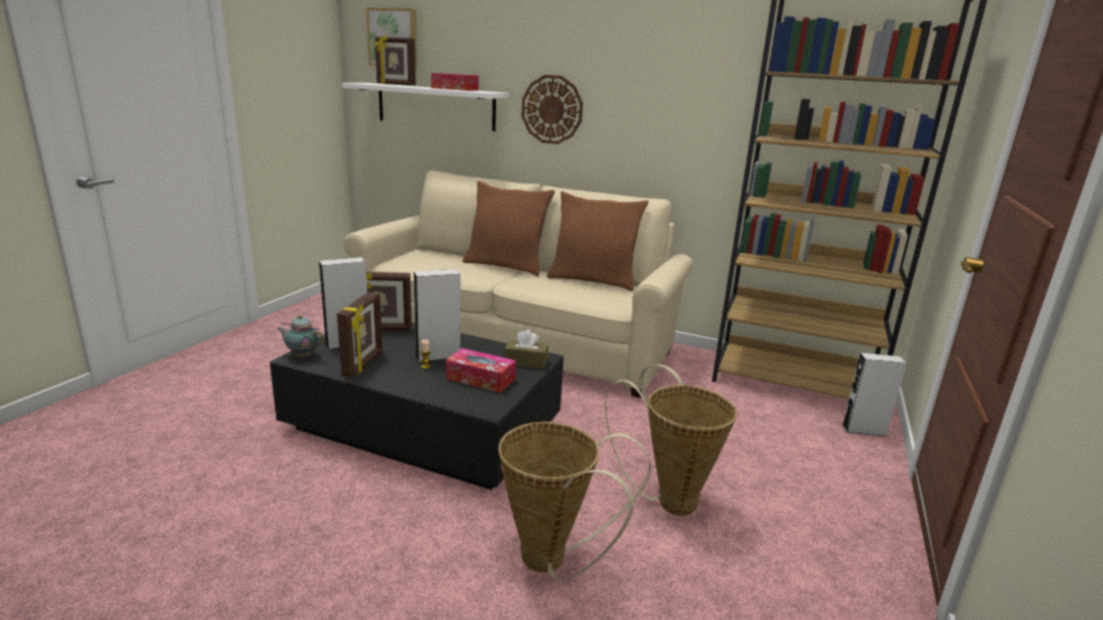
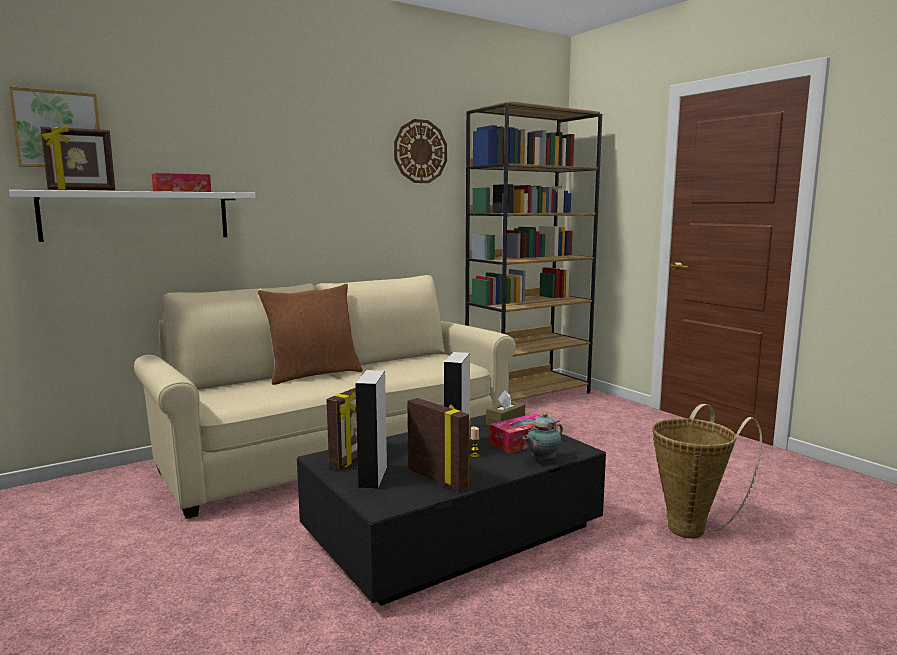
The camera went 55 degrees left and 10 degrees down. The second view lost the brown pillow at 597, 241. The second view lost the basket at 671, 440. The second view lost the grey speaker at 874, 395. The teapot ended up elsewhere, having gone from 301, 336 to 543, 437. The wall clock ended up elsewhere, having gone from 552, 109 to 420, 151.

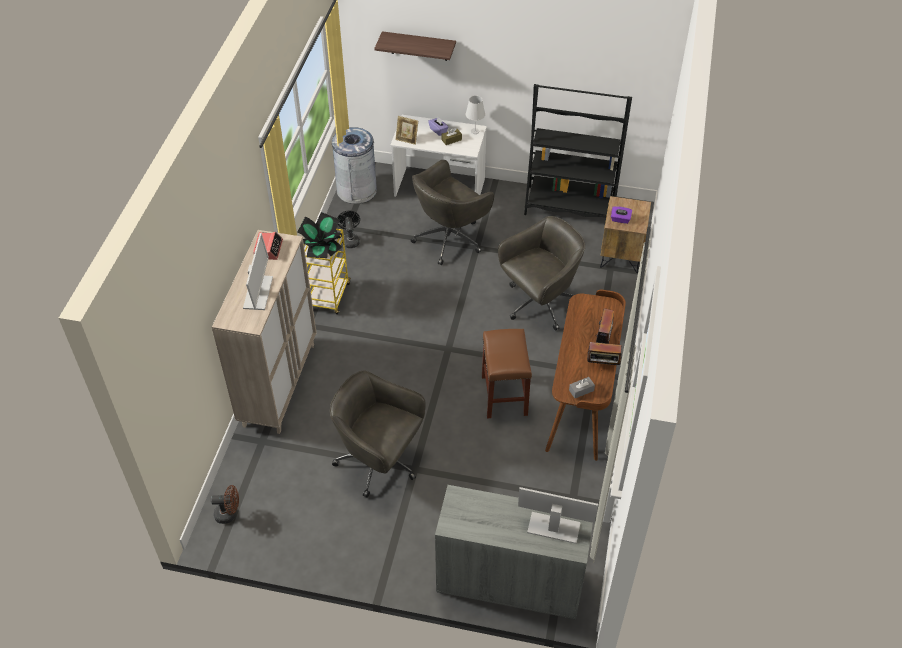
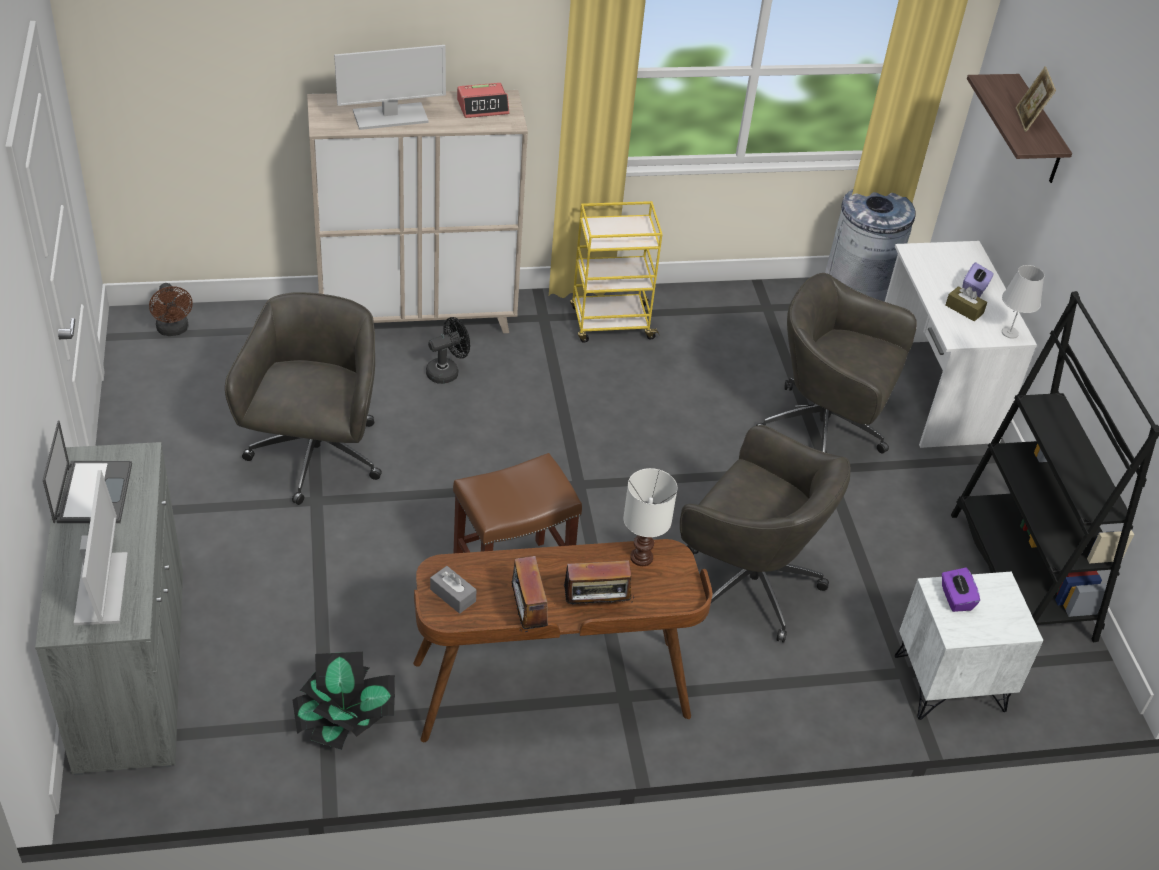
The camera went 65 degrees right and 5 degrees down. The second view gained the laptop at 87, 472. The second view gained the white table lamp at 650, 517. The potted plant ended up elsewhere, having gone from 319, 235 to 344, 701. The black fan ended up elsewhere, having gone from 348, 229 to 448, 350. The picture frame ended up elsewhere, having gone from 407, 130 to 1036, 99. What was the brown nightstand at 625, 234 turned into the white nightstand at 969, 646.

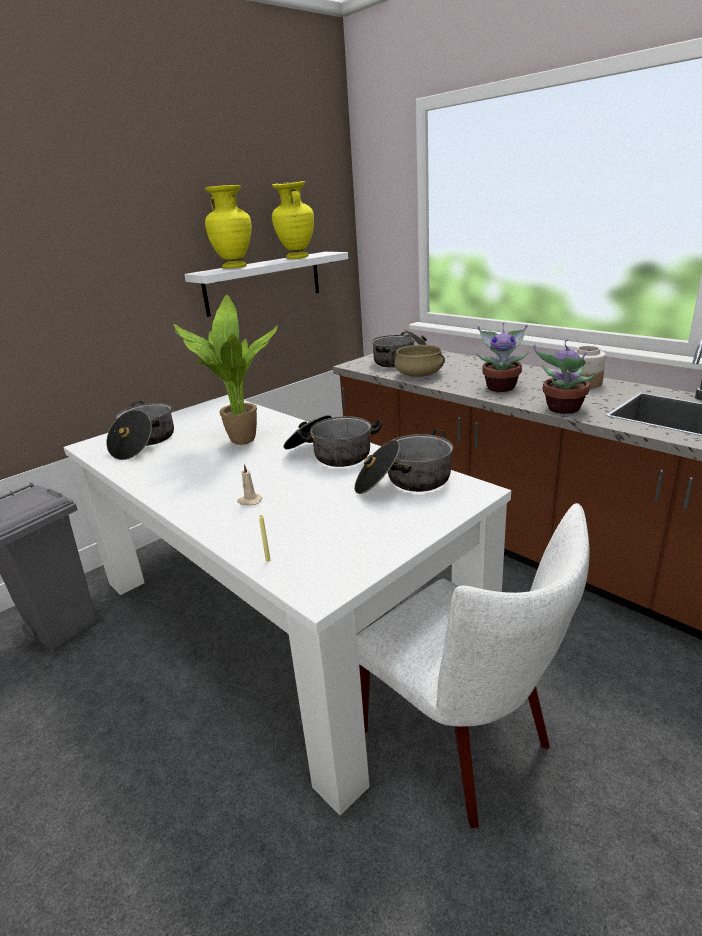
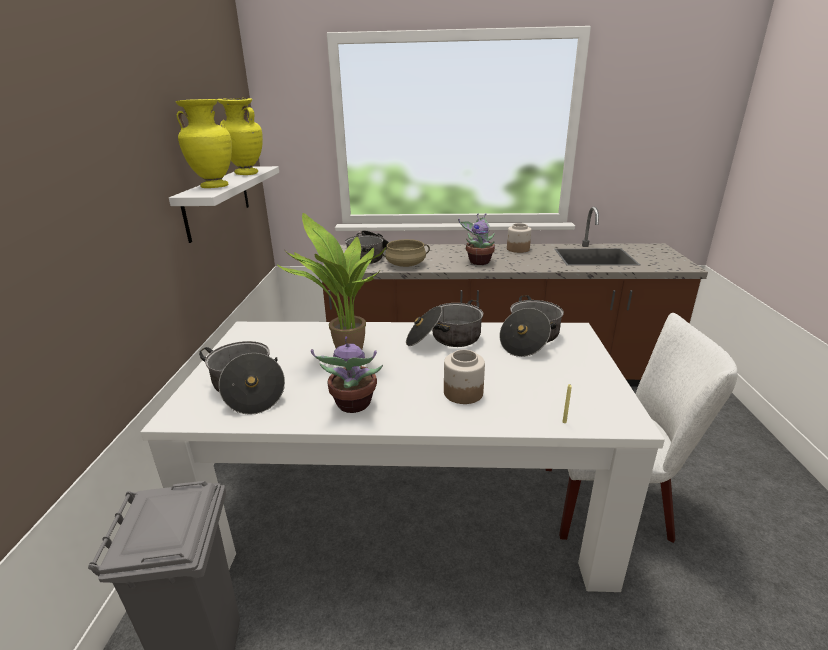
The camera went 45 degrees left and 0 degrees up. The potted plant ended up elsewhere, having gone from 564, 377 to 347, 374. Where the beige candle stood at 250, 485, the jar came to stand at 464, 376.

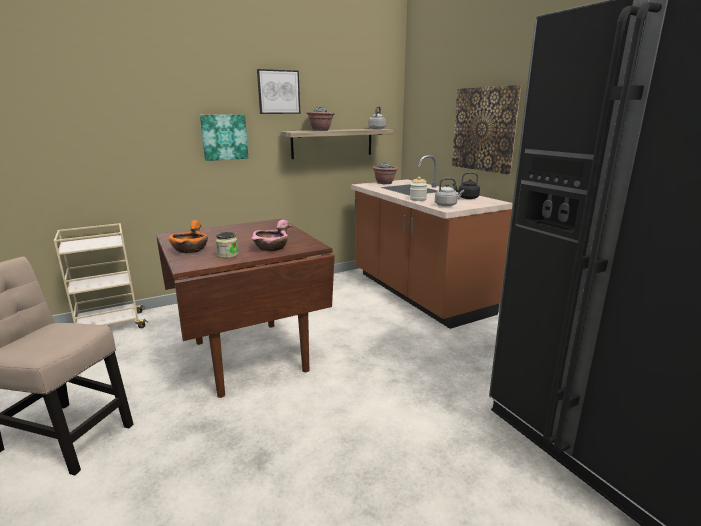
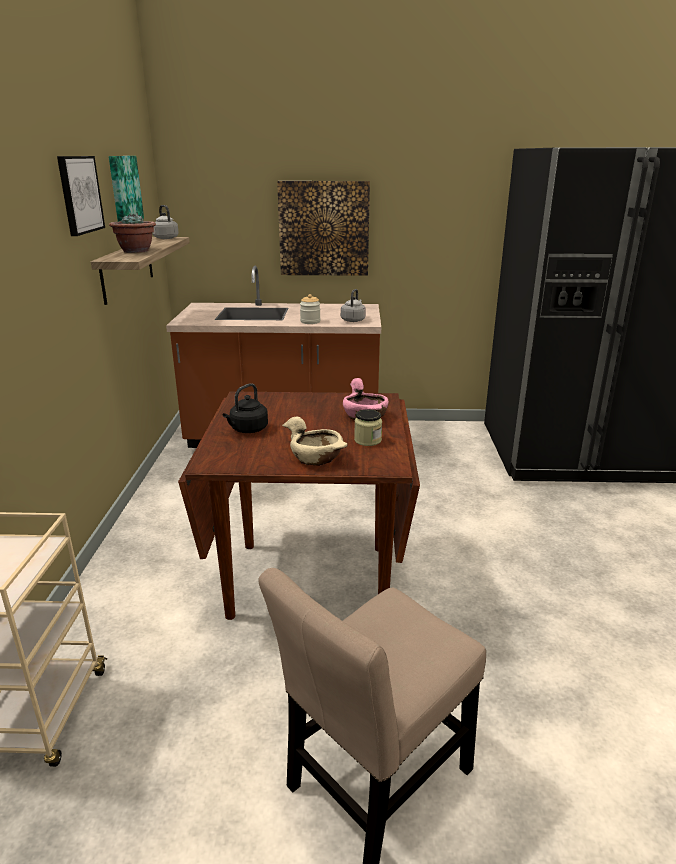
The camera went 60 degrees left and 5 degrees up. The second view lost the potted plant at 385, 173. The picture ended up elsewhere, having gone from 224, 138 to 126, 189. The black kettle ended up elsewhere, having gone from 466, 185 to 245, 408. What was the orange bowl at 188, 236 turned into the beige bowl at 315, 441.

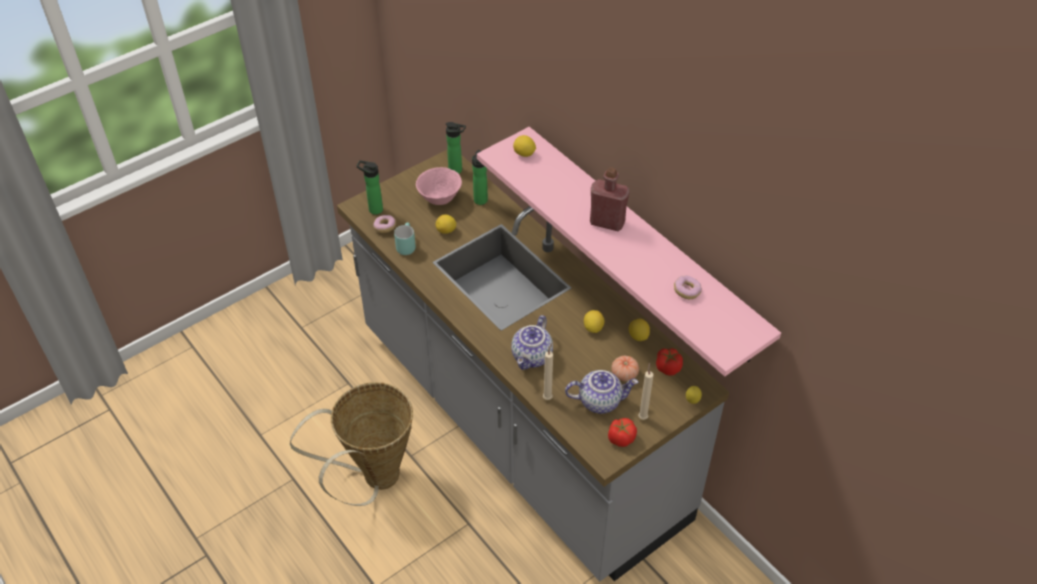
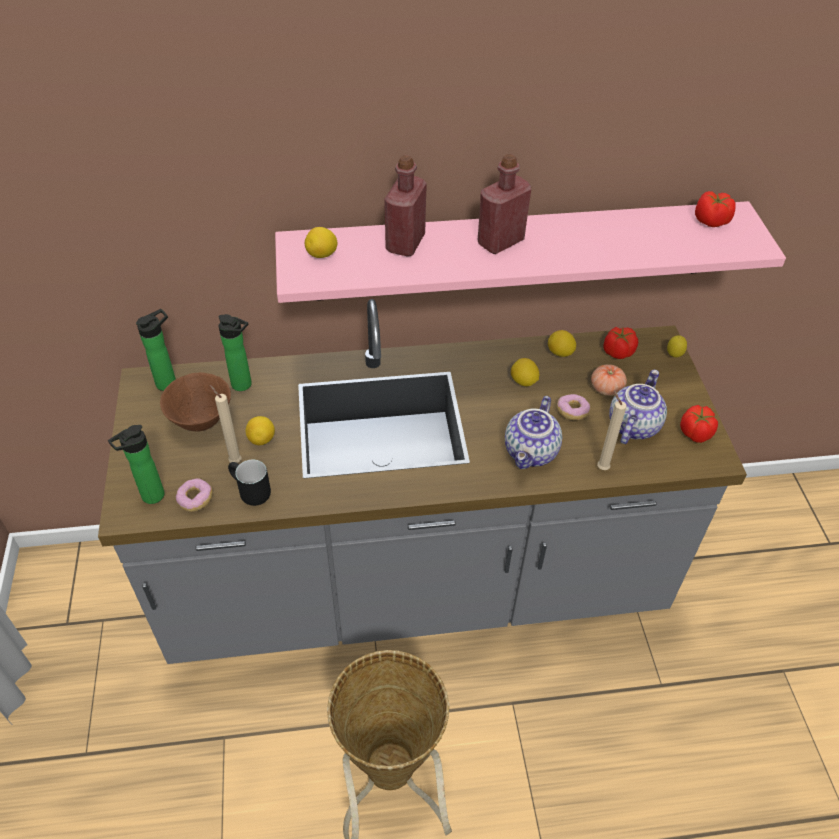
The camera went 60 degrees left and 0 degrees up. The second view gained the red bottle at 405, 206. The second view gained the tomato at 715, 209. The beige candle ended up elsewhere, having gone from 646, 391 to 226, 424. The donut ended up elsewhere, having gone from 688, 287 to 573, 407. What was the turquoise mug at 405, 238 turned into the black mug at 249, 483. What was the pink bowl at 439, 186 turned into the brown bowl at 195, 402. The teapot at 532, 342 ended up facing another way, 60 degrees clockwise from before.

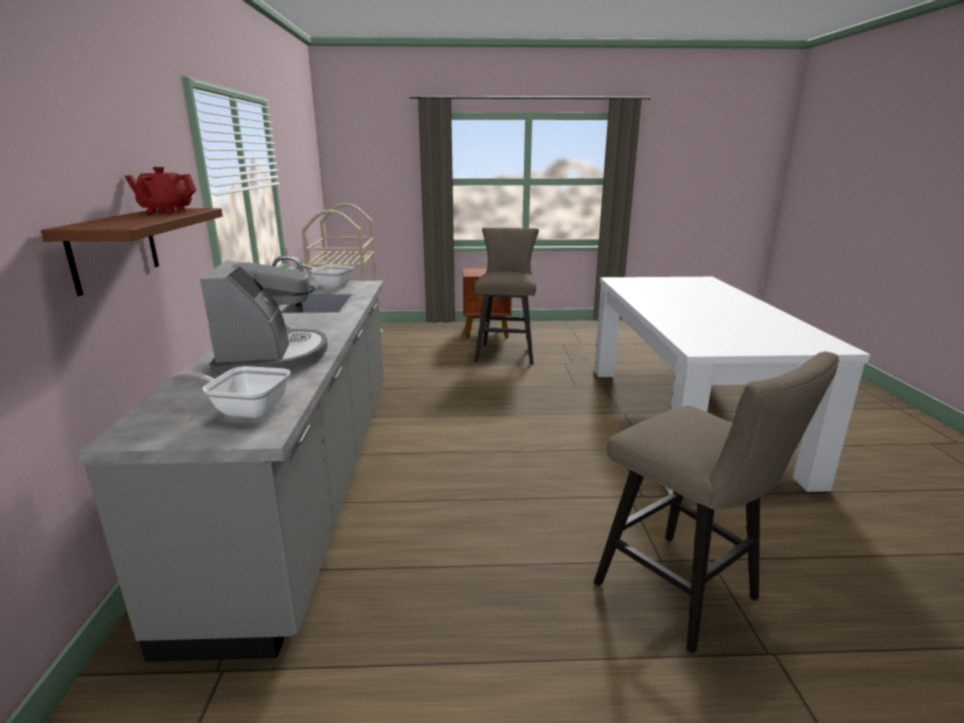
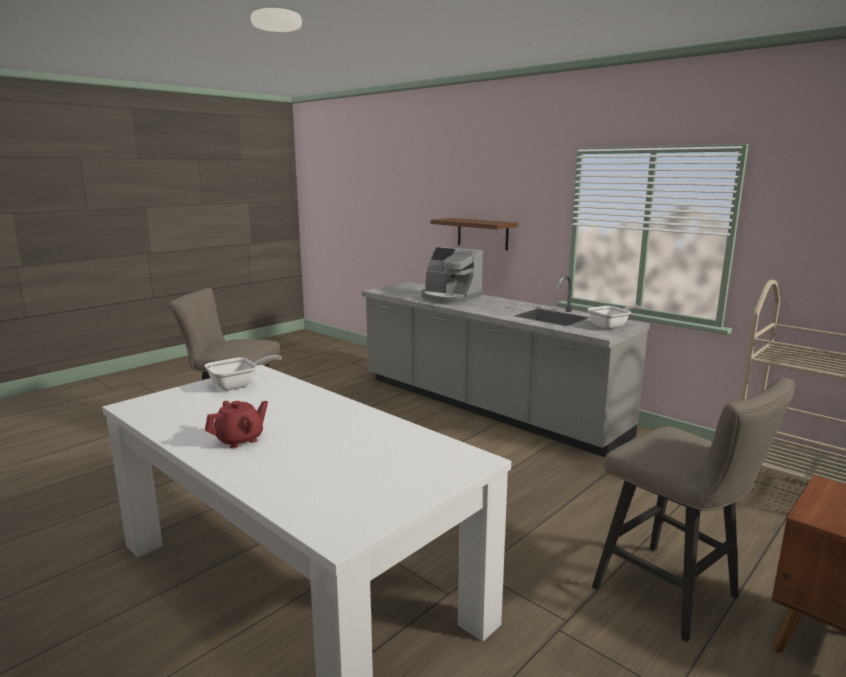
The camera went 135 degrees right and 5 degrees down. The red teapot ended up elsewhere, having gone from 161, 190 to 236, 425. The frying pan ended up elsewhere, having gone from 231, 392 to 243, 373.

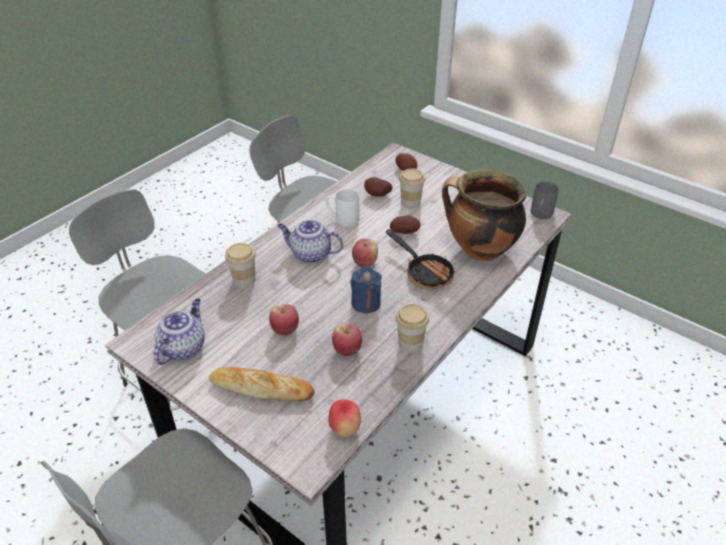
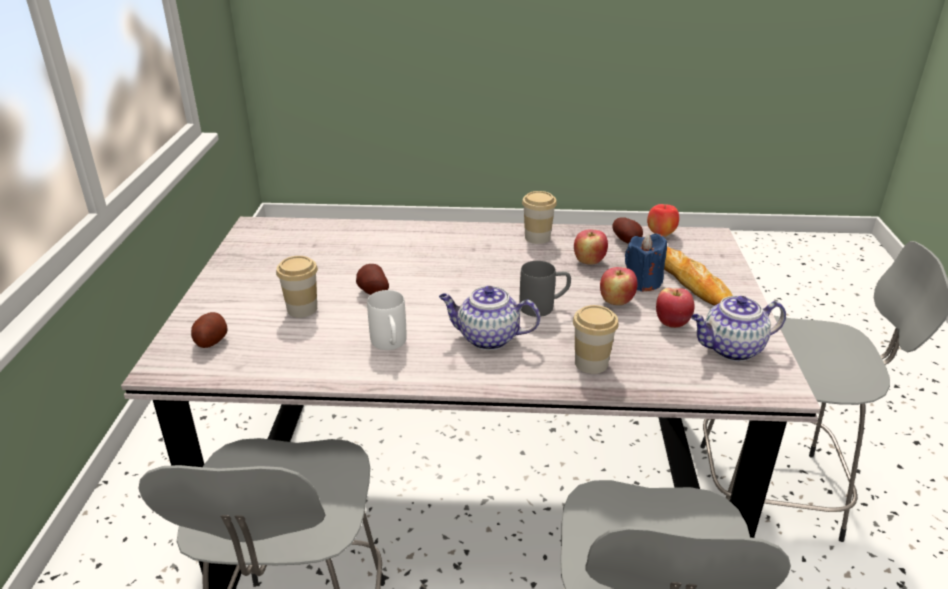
The camera went 125 degrees left and 10 degrees down. The second view lost the frying pan at 421, 259. The second view lost the cooking pot at 484, 215. The blue candle ended up elsewhere, having gone from 366, 289 to 646, 262. The apple ended up elsewhere, having gone from 365, 253 to 675, 308. The potato ended up elsewhere, having gone from 378, 187 to 627, 230. The grey mug ended up elsewhere, having gone from 545, 200 to 545, 289. The teapot at 310, 241 ended up facing another way, 120 degrees clockwise from before.

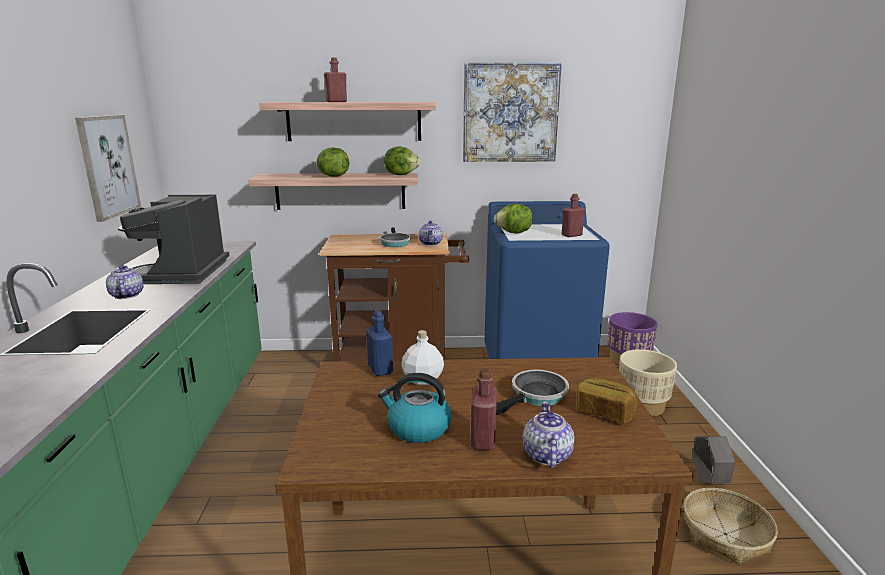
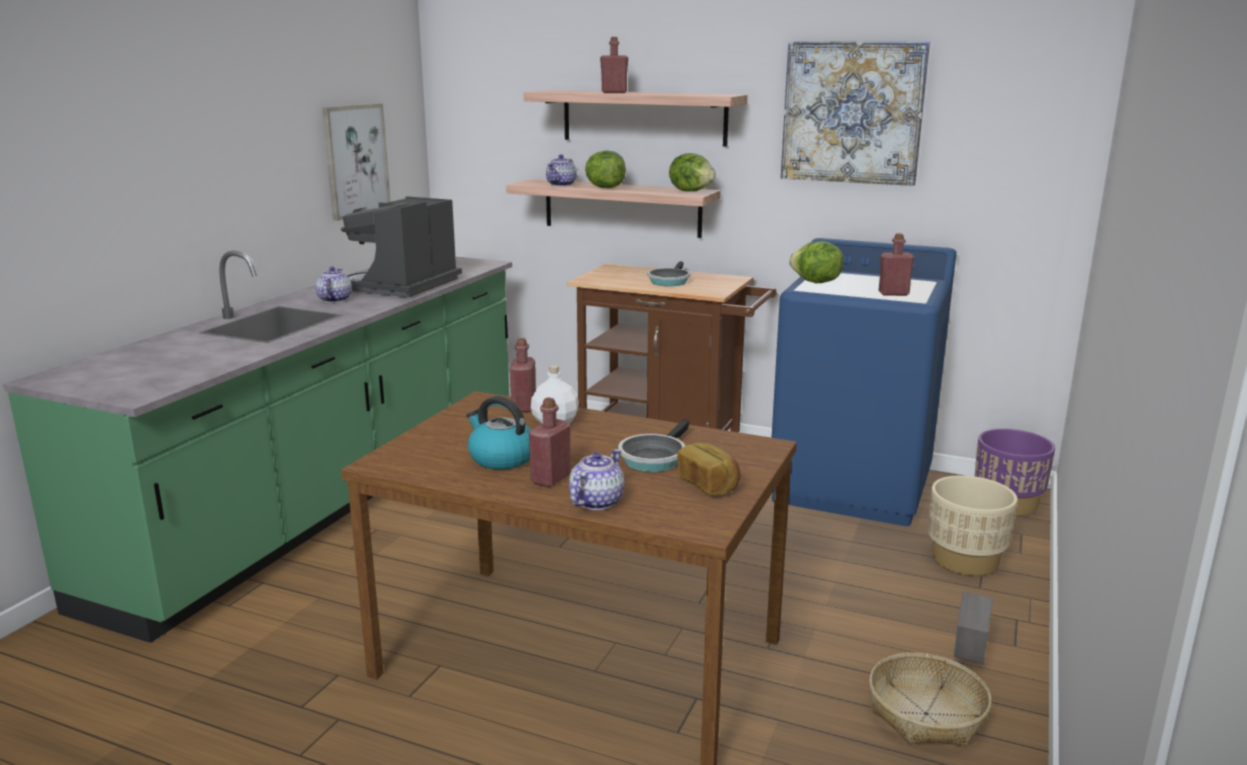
The camera went 25 degrees right and 0 degrees up. The teapot ended up elsewhere, having gone from 430, 233 to 561, 170. What was the blue bottle at 379, 343 turned into the red bottle at 522, 375. The frying pan at 532, 392 ended up facing another way, 135 degrees clockwise from before.

